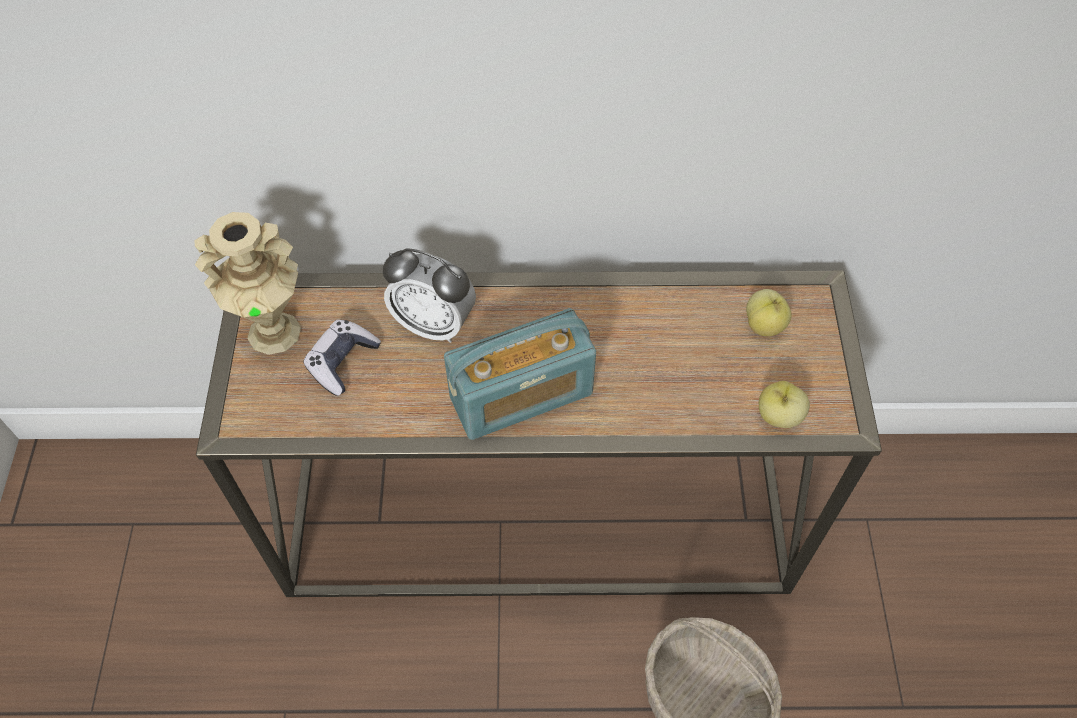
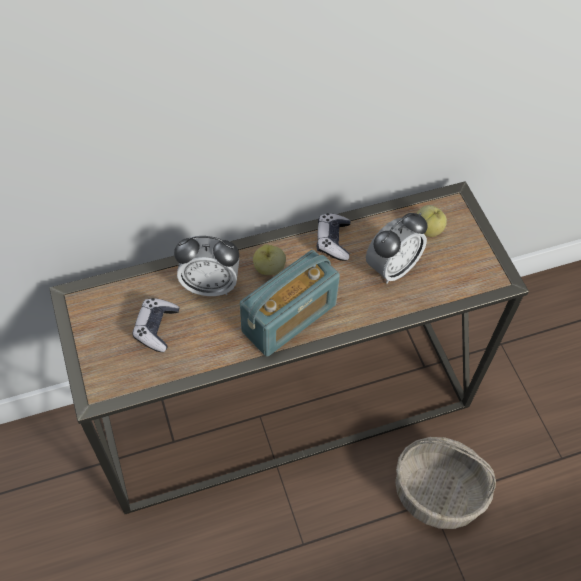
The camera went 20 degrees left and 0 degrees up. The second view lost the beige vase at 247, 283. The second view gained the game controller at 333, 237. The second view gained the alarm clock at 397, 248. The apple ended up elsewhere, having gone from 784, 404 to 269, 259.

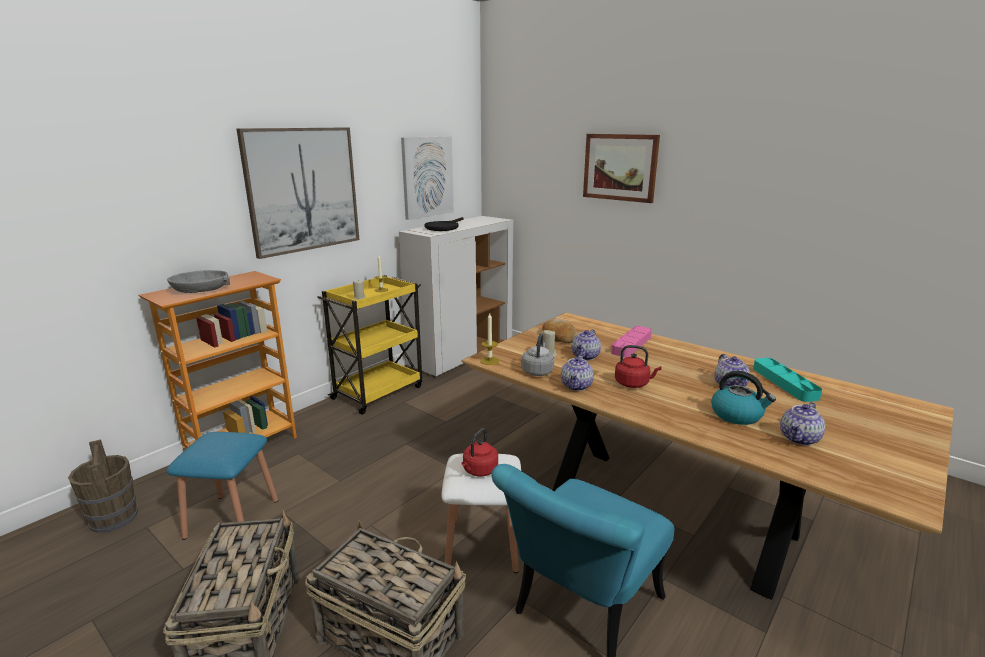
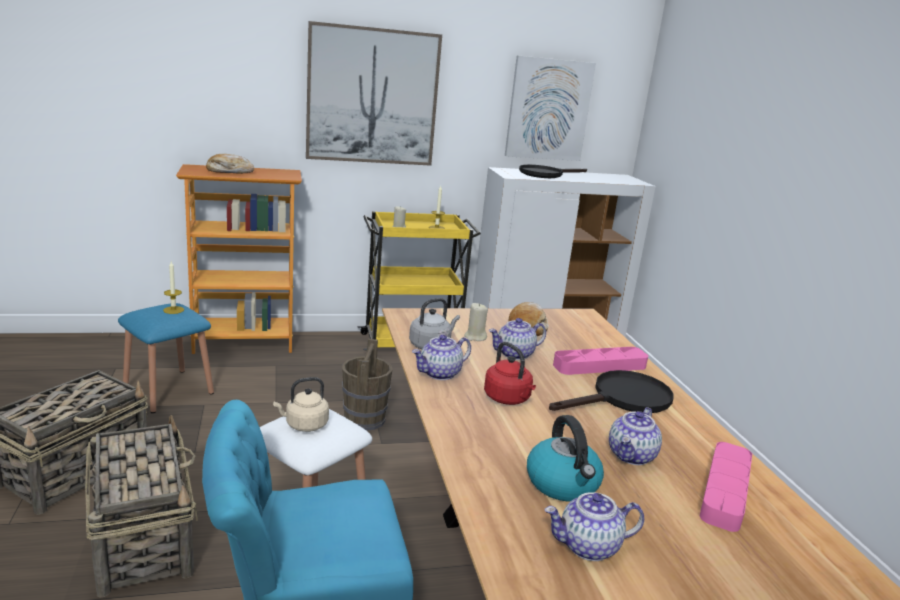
The camera went 35 degrees right and 0 degrees up. The second view lost the picture at 621, 168. The second view gained the black frying pan at 611, 391. The brown bucket ended up elsewhere, having gone from 103, 486 to 367, 385. The candle ended up elsewhere, having gone from 489, 339 to 173, 287. Where the grey bowl stood at 198, 281, the bread came to stand at 230, 164. What was the red kettle at 479, 452 turned into the beige kettle at 301, 404. What was the turquoise tray at 787, 380 turned into the pink tray at 726, 487.

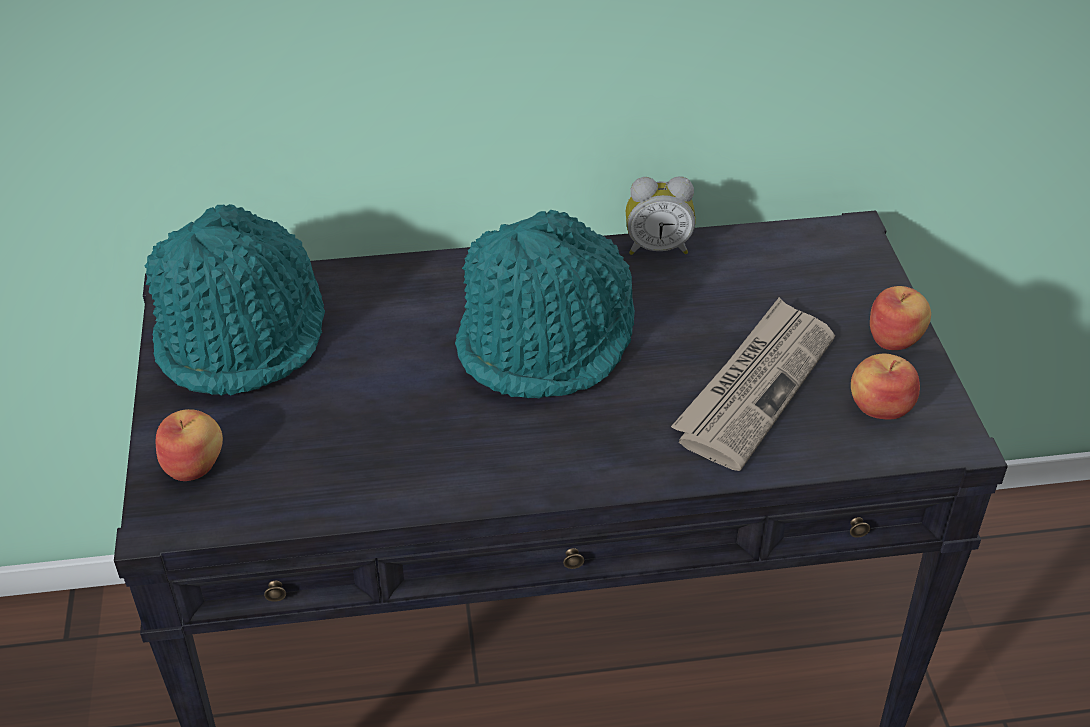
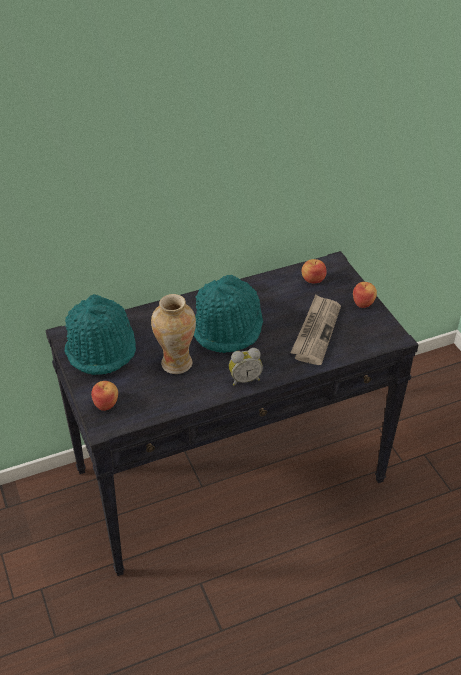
The camera went 15 degrees left and 0 degrees up. The second view gained the vase at 173, 334. The alarm clock ended up elsewhere, having gone from 661, 215 to 246, 367. The apple ended up elsewhere, having gone from 885, 386 to 314, 271.

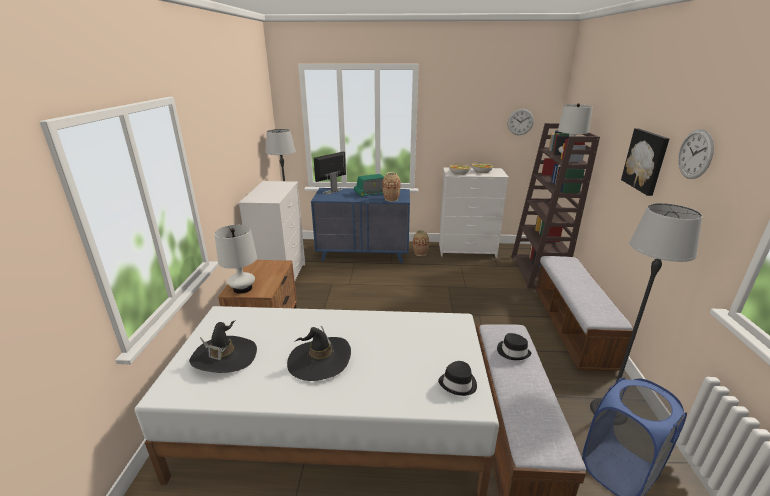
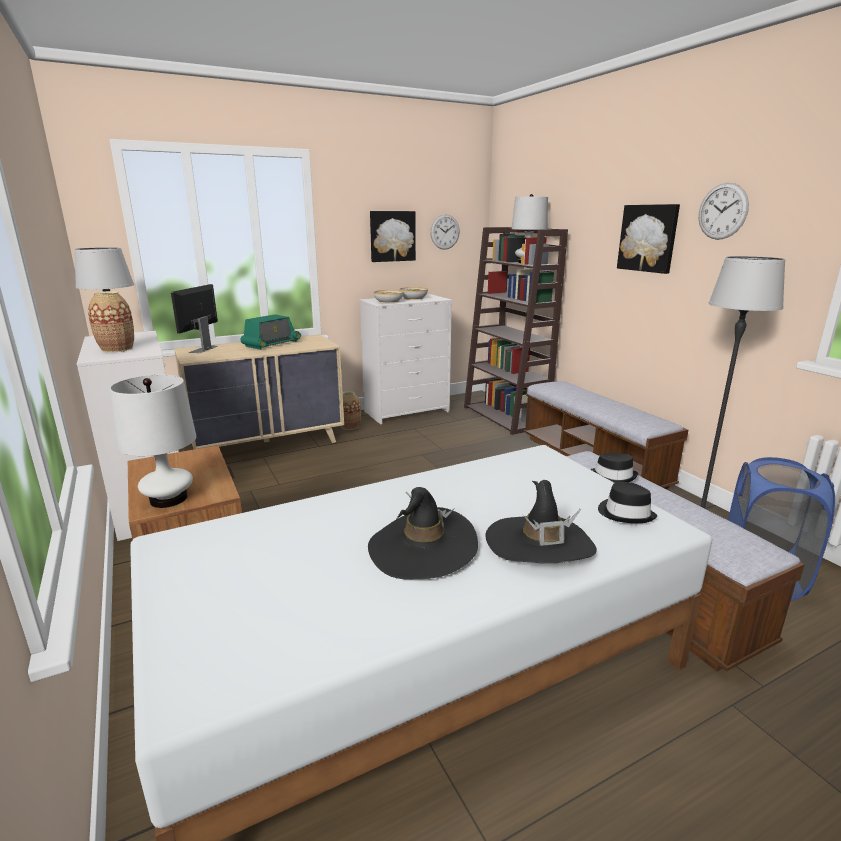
The camera went 30 degrees left and 5 degrees down. The second view gained the picture at 393, 236. The black hat ended up elsewhere, having gone from 223, 346 to 541, 521. The vase ended up elsewhere, having gone from 391, 186 to 111, 321. What was the blue dresser at 360, 225 turned into the beige dresser at 259, 391.

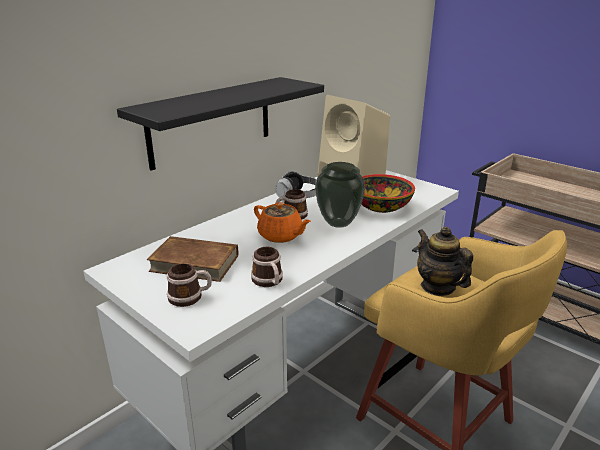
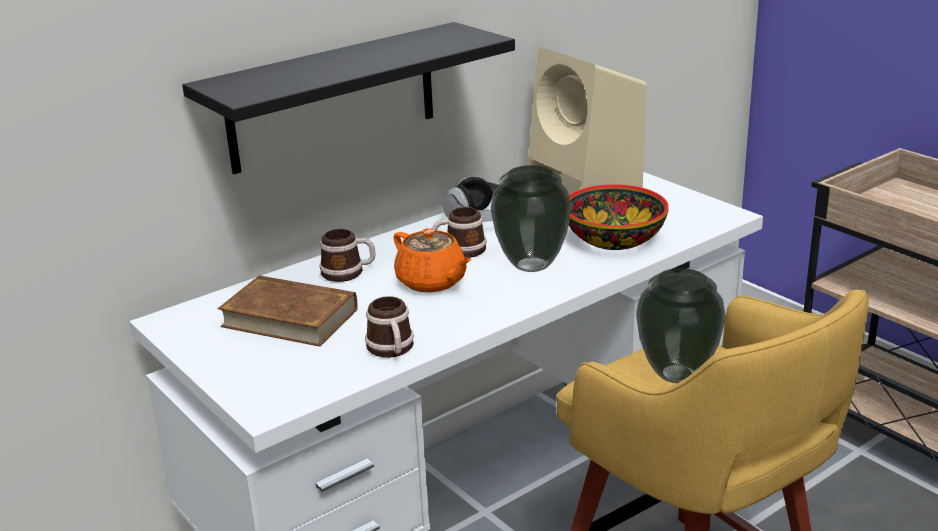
The camera went 10 degrees right and 0 degrees up. The mug ended up elsewhere, having gone from 189, 285 to 348, 255. Where the teapot stood at 445, 261, the vase came to stand at 681, 325.

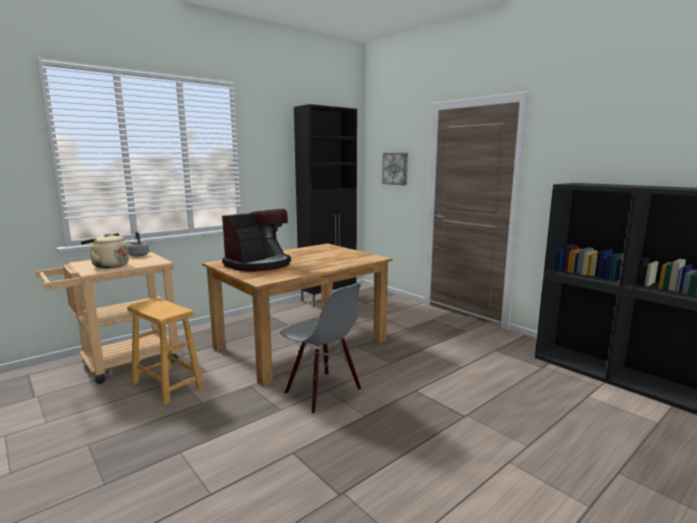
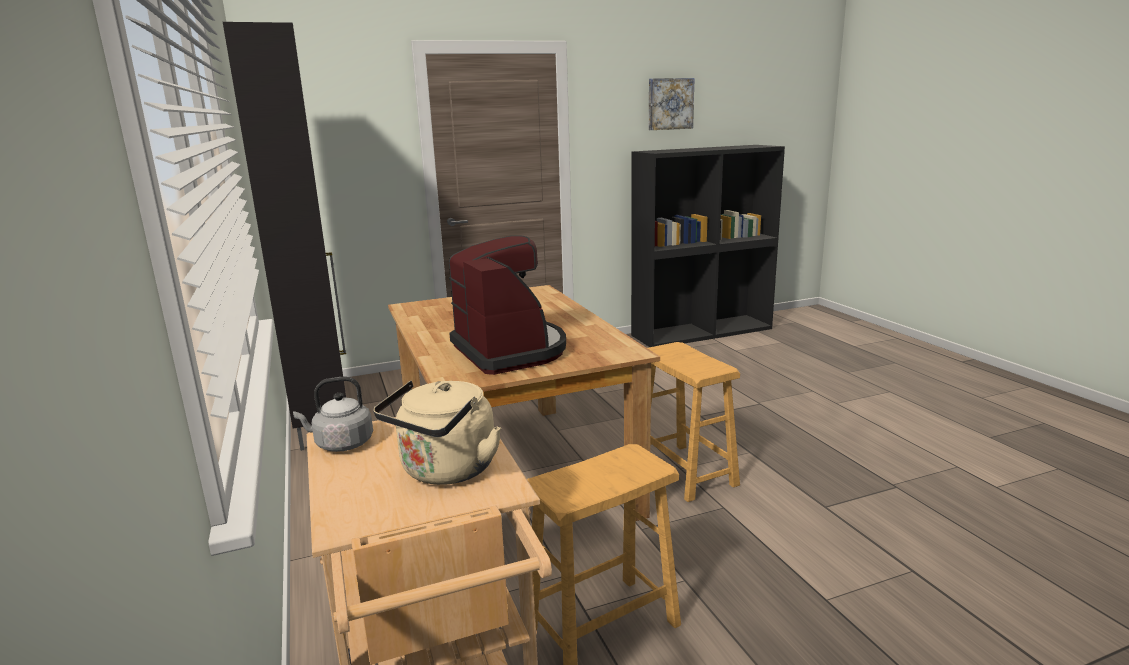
The camera went 70 degrees left and 5 degrees up. The picture ended up elsewhere, having gone from 395, 169 to 672, 104. Where the grey chair stood at 320, 348, the brown stool came to stand at 694, 422.

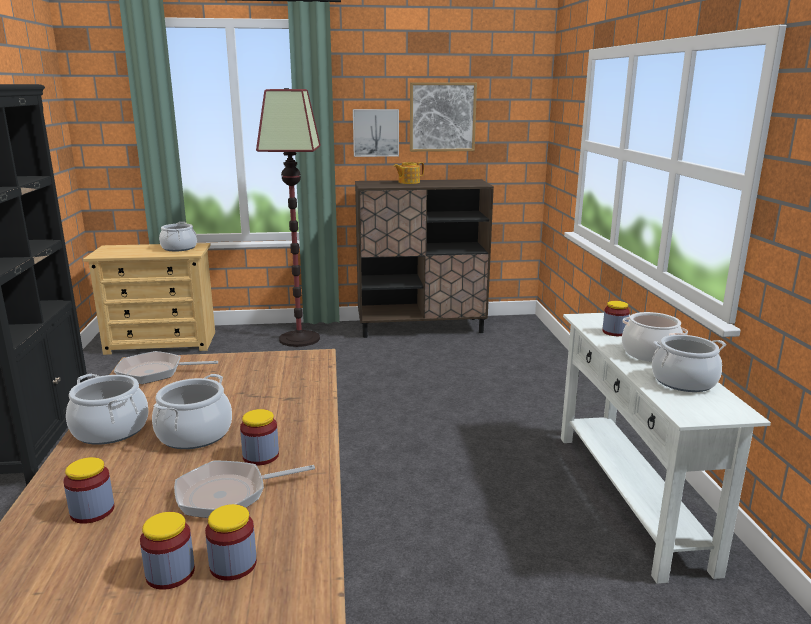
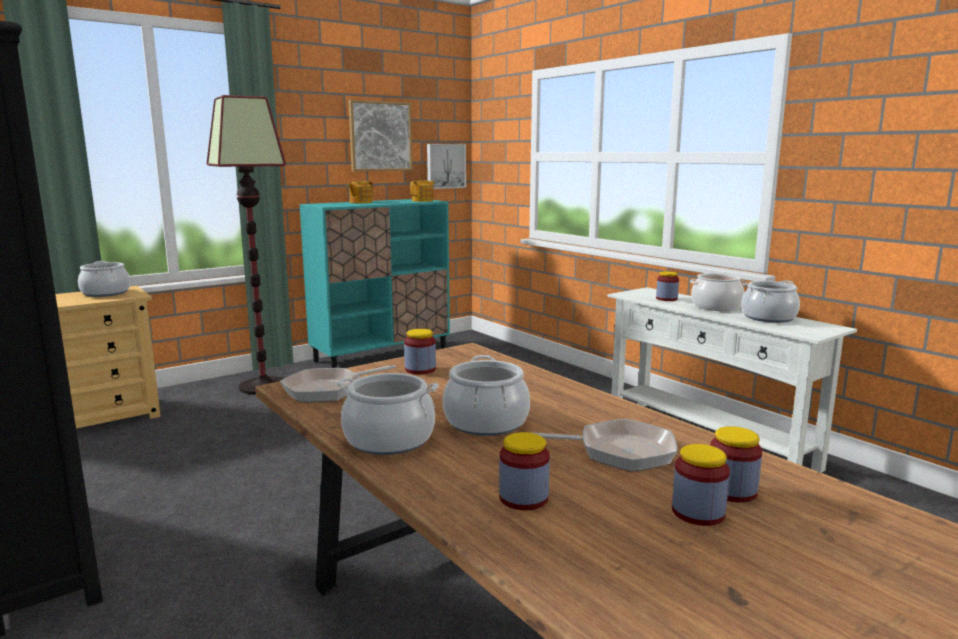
The camera went 30 degrees left and 5 degrees down. The second view gained the teapot at 422, 191. The jar ended up elsewhere, having gone from 259, 437 to 420, 351. The picture ended up elsewhere, having gone from 376, 133 to 446, 166. What was the brown cabinet at 424, 258 turned into the turquoise cabinet at 374, 283. The frying pan at 244, 489 ended up facing another way, 120 degrees counterclockwise from before.

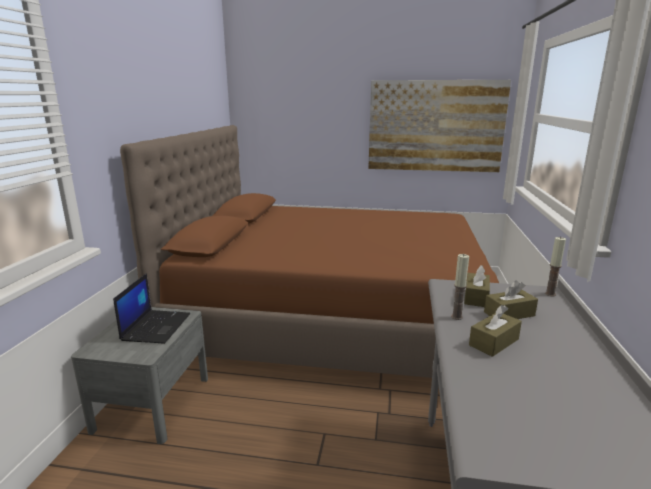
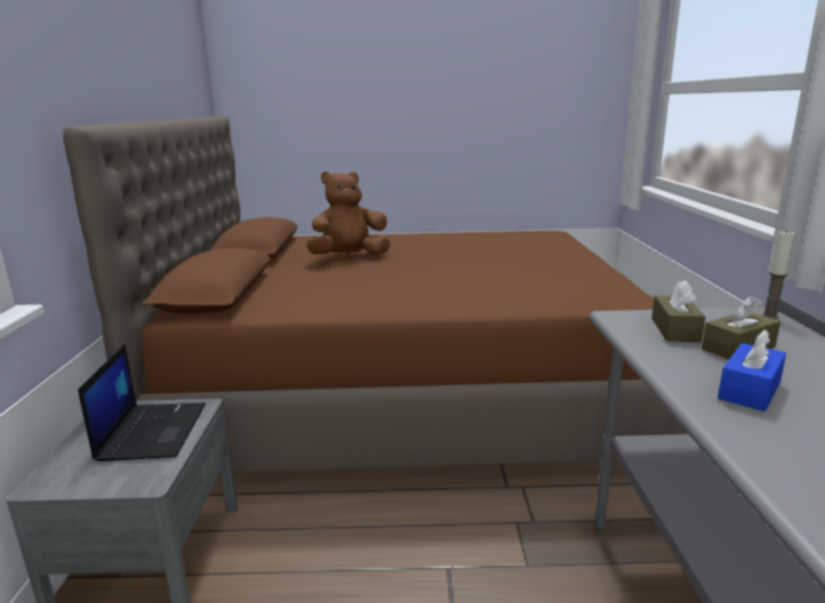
The camera went 10 degrees left and 0 degrees up. The second view lost the picture at 439, 126. The second view lost the candle at 460, 287. The second view gained the brown plush toy at 348, 213. What was the brown tissue box at 495, 331 turned into the blue tissue box at 752, 370.

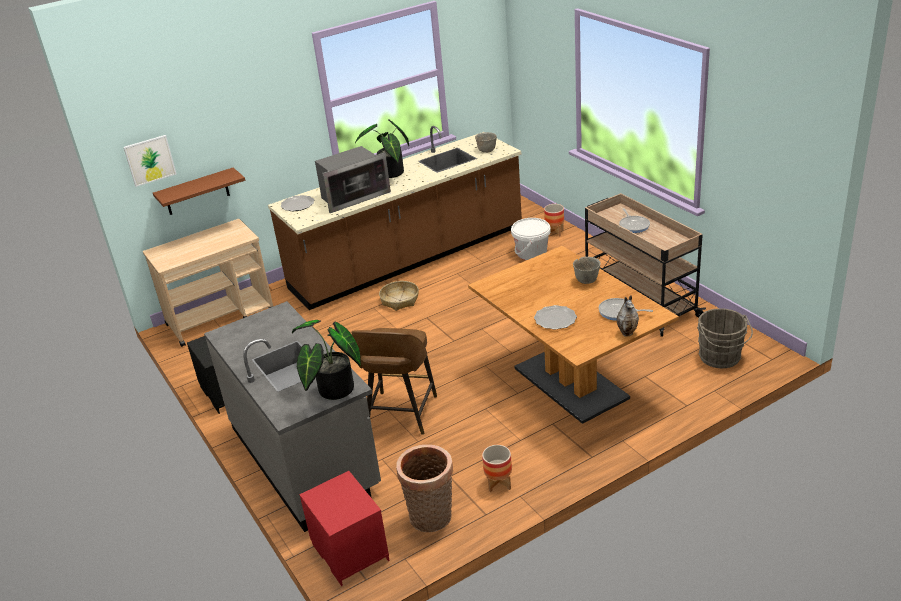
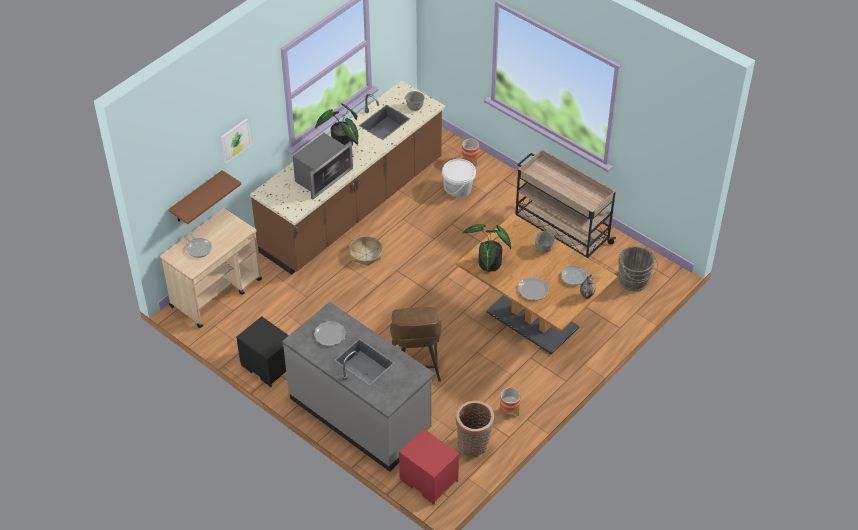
The camera went 20 degrees left and 15 degrees up. The picture ended up elsewhere, having gone from 150, 161 to 236, 140. The plate ended up elsewhere, having gone from 297, 203 to 330, 333. The potted plant ended up elsewhere, having gone from 326, 360 to 486, 248. The frying pan ended up elsewhere, having gone from 634, 221 to 199, 244.

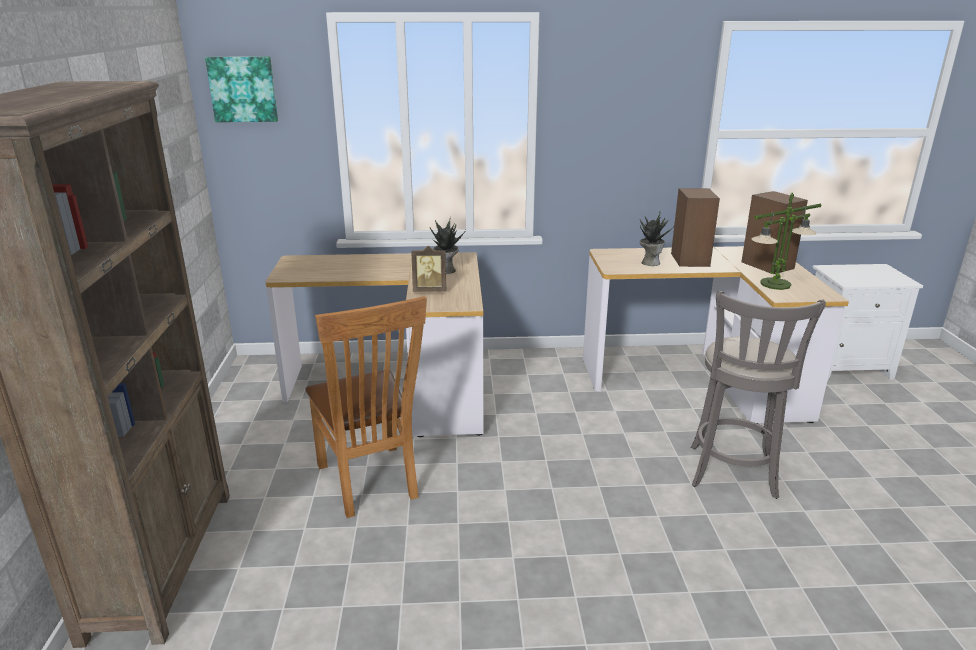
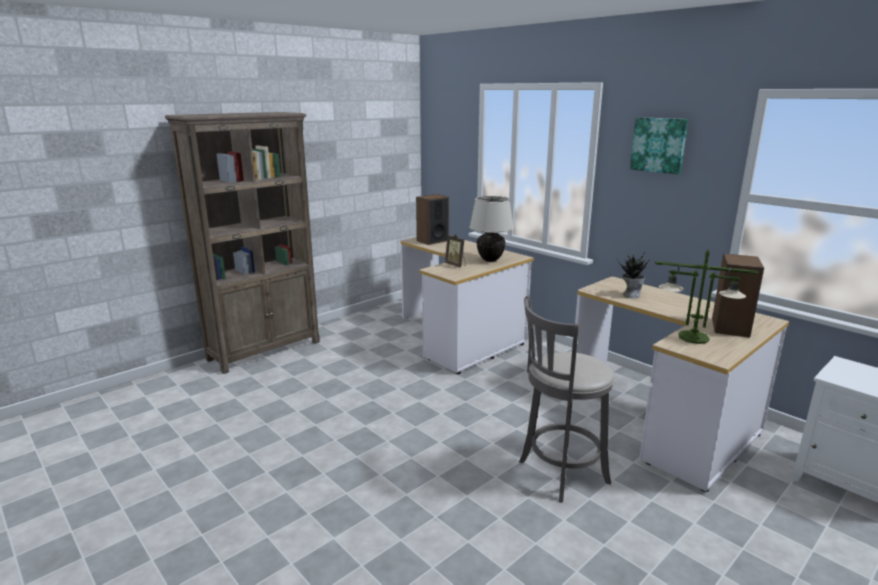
The camera went 50 degrees right and 5 degrees down. The second view lost the brown chair at 366, 407. The picture ended up elsewhere, having gone from 241, 89 to 659, 145. The speaker ended up elsewhere, having gone from 695, 227 to 432, 219. Where the potted plant stood at 448, 247, the beige table lamp came to stand at 491, 229.

